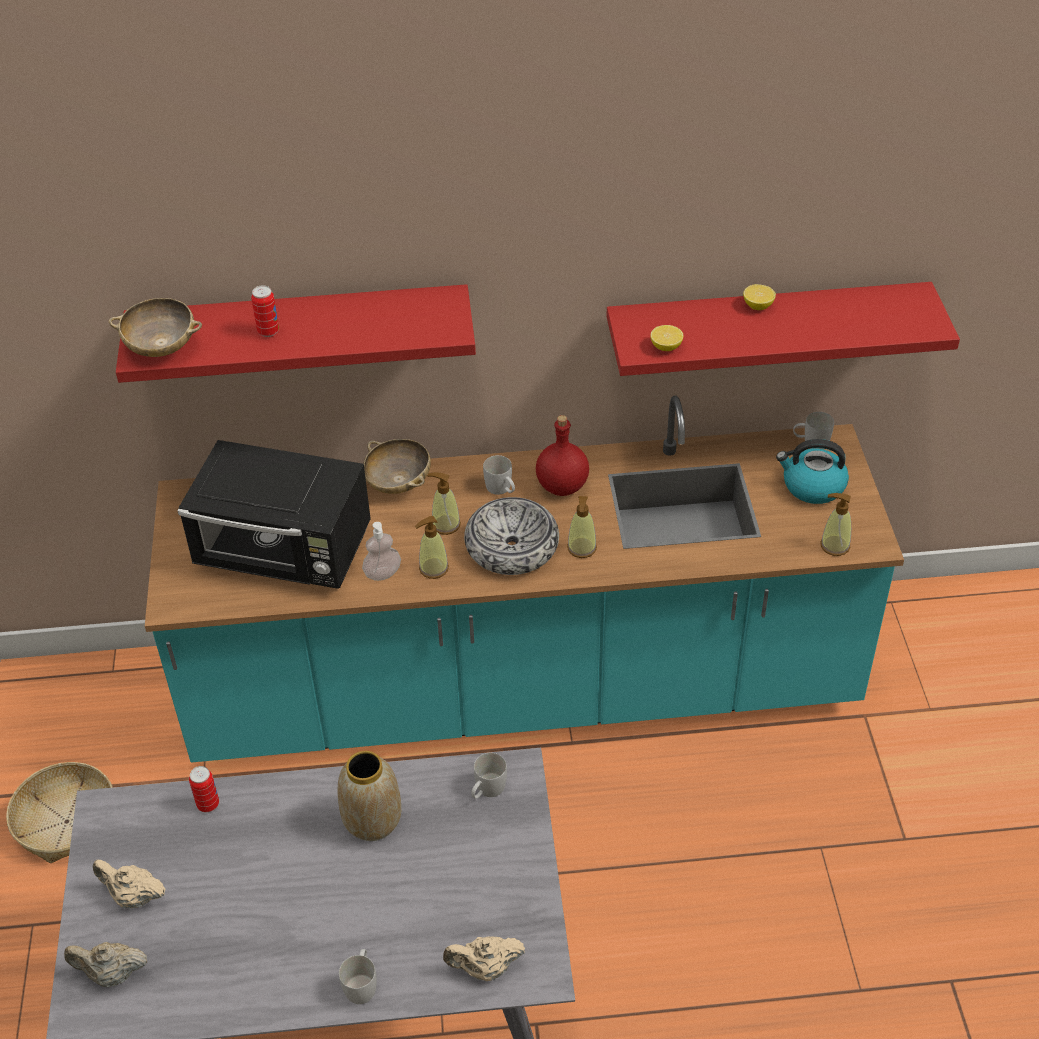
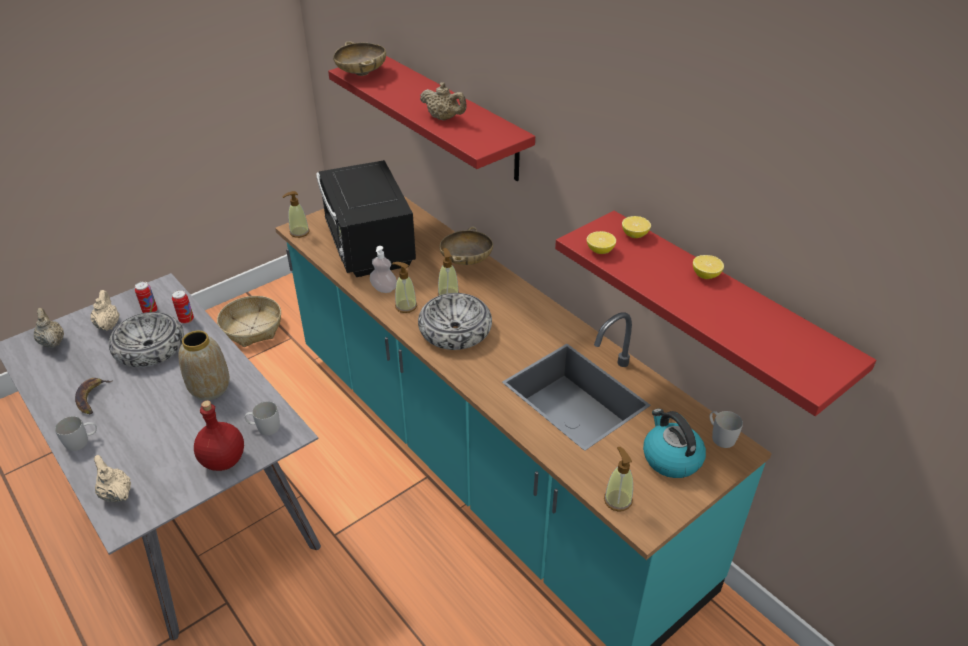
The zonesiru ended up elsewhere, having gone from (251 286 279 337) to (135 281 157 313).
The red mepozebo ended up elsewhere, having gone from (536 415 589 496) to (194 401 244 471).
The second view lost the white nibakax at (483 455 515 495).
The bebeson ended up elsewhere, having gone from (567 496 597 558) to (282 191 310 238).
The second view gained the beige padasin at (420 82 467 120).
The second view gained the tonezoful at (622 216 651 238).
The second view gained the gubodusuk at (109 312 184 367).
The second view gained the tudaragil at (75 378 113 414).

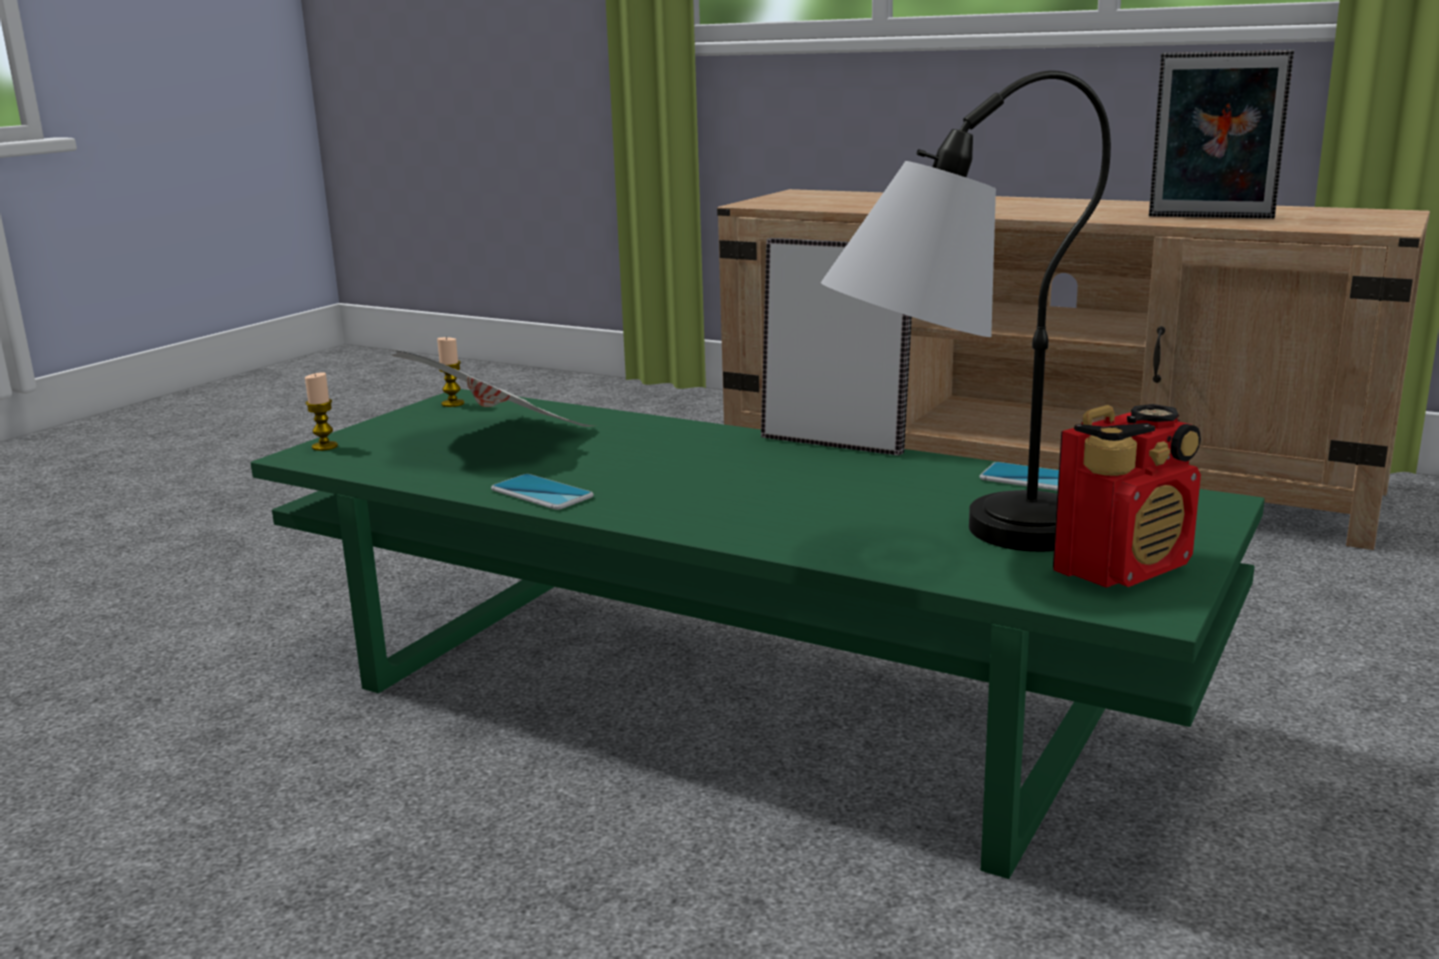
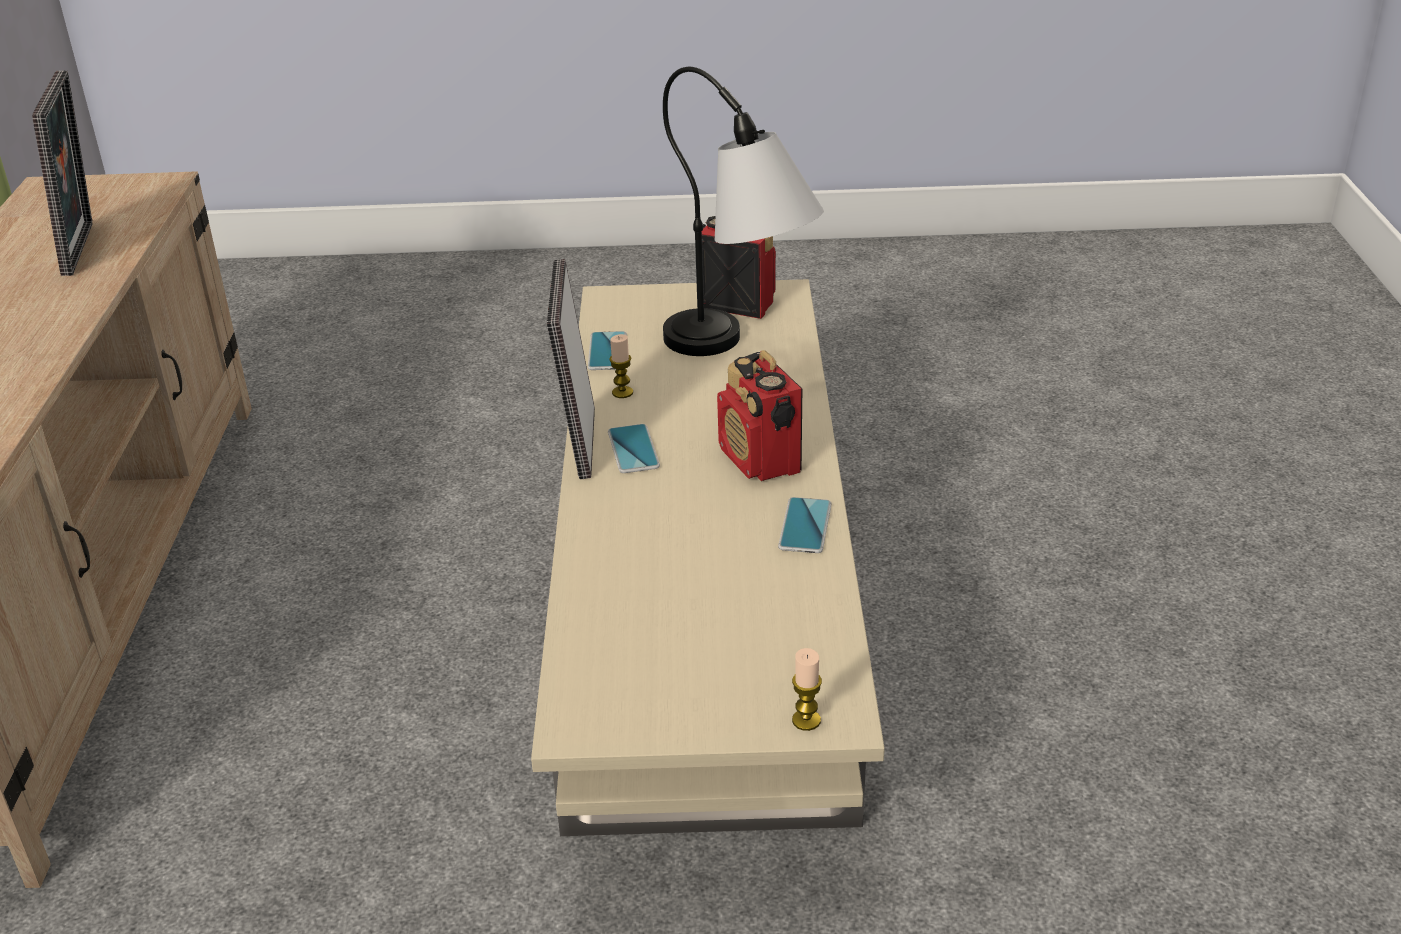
The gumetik ended up elsewhere, having gone from (437 337 464 407) to (609 334 633 398).
The second view lost the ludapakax at (388 350 592 427).
What was the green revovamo at (251 389 1265 879) turned into the beige revovamo at (531 279 885 836).
The second view gained the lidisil at (717 350 802 481).
The second view gained the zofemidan at (608 424 660 473).

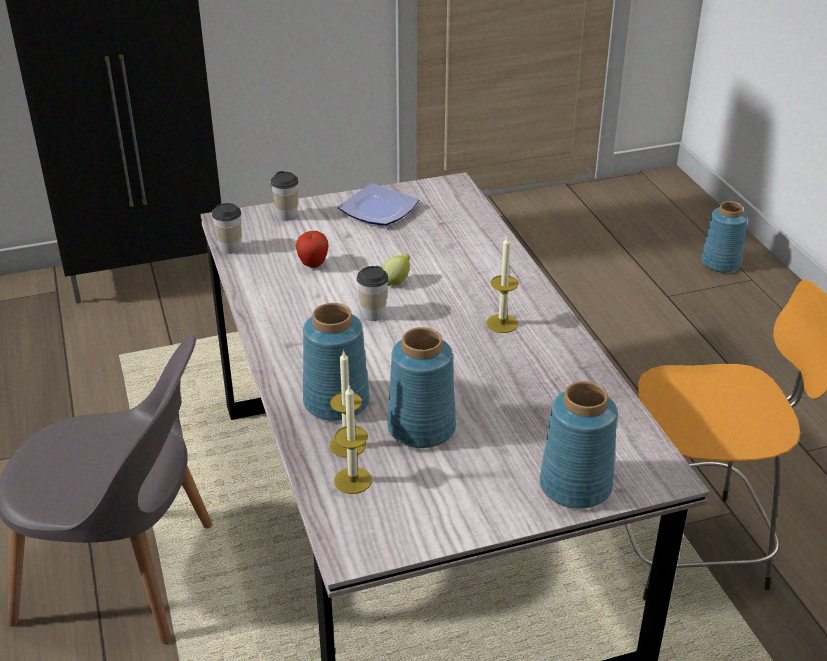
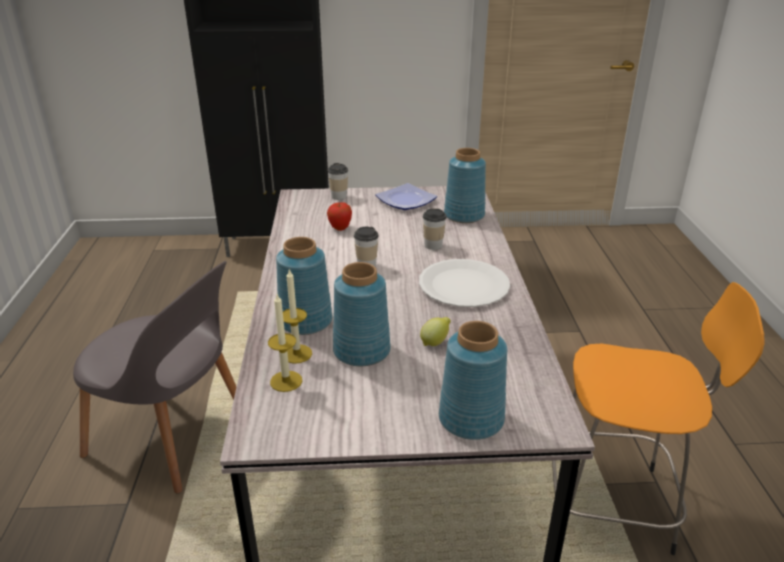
The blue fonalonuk ended up elsewhere, having gone from (701 201 748 273) to (444 148 486 223).
The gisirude ended up elsewhere, having gone from (212 203 242 254) to (423 208 446 250).
Where the gumetik stood at (486 235 519 333), the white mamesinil came to stand at (419 259 510 307).
The tonezoful ended up elsewhere, having gone from (383 254 410 286) to (420 317 451 346).

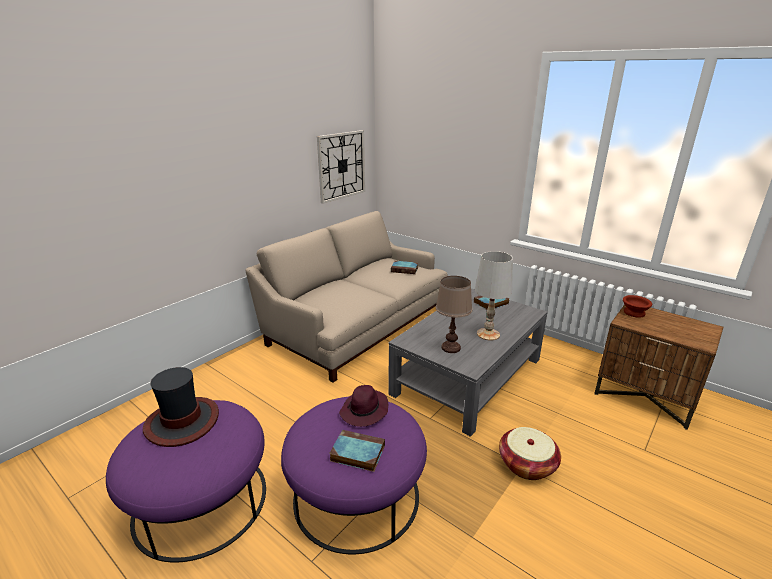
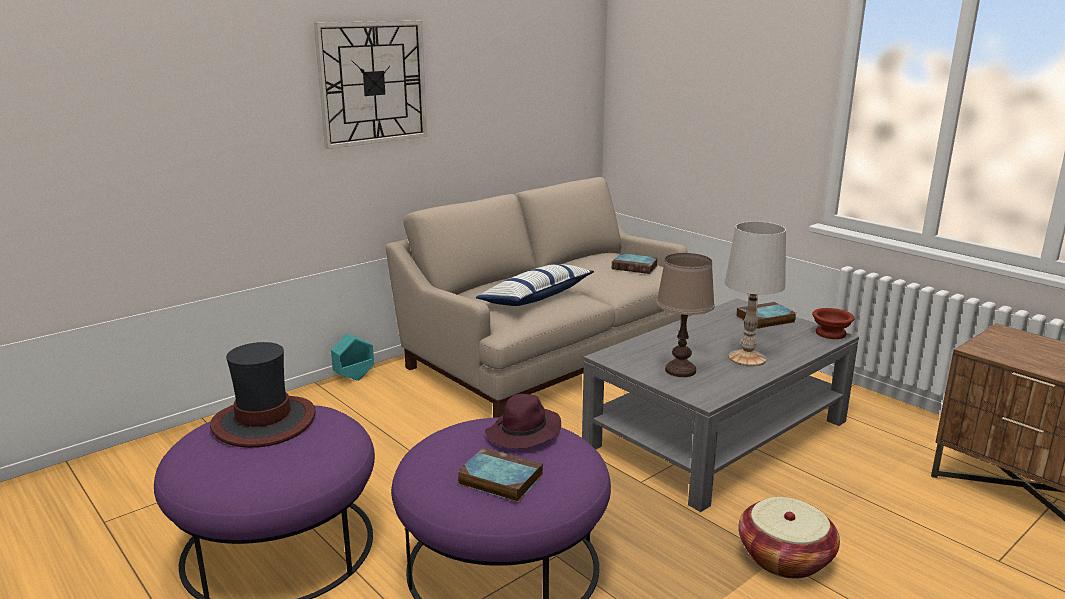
The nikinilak ended up elsewhere, having gone from (317 130 365 204) to (314 21 427 149).
The brown gubodusuk ended up elsewhere, having gone from (623 295 652 318) to (812 308 854 339).
The second view gained the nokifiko at (476 264 594 306).
The second view gained the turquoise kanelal at (331 334 374 381).

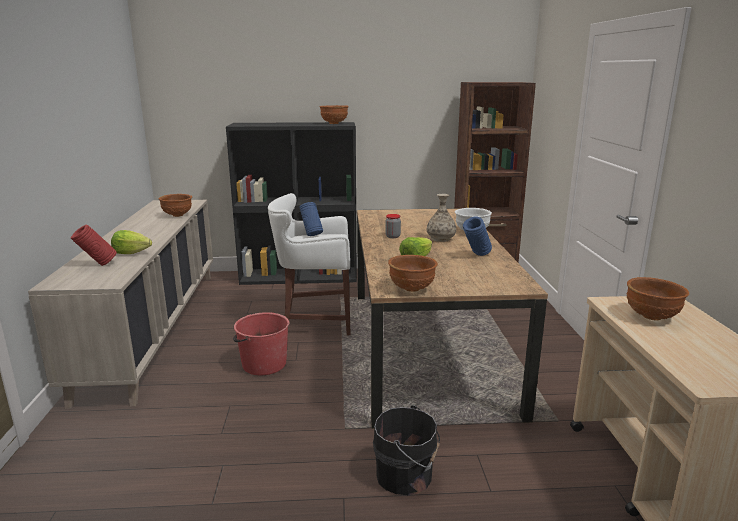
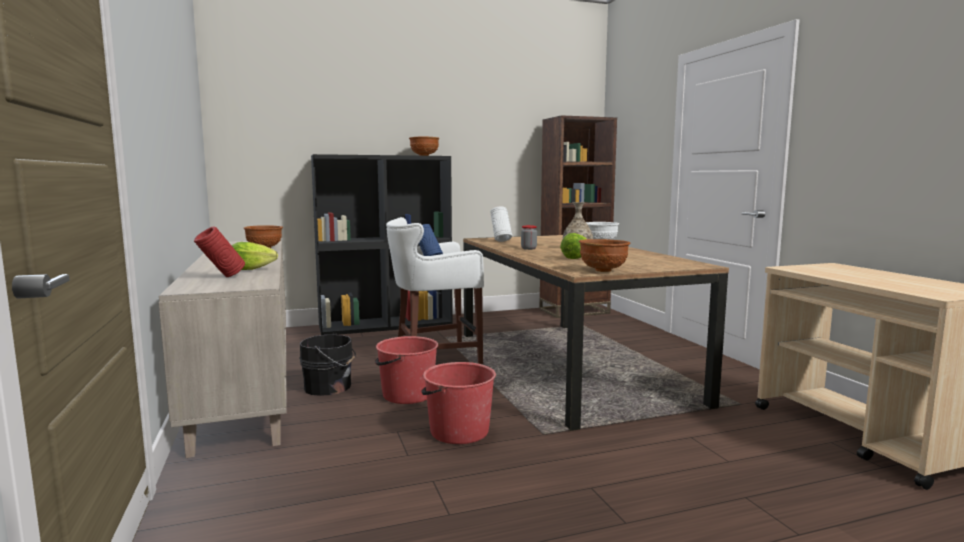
The second view lost the blue fonalonuk at (463 217 492 256).
The second view lost the brown gubodusuk at (627 277 689 320).
The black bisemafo ended up elsewhere, having gone from (373 405 440 495) to (299 332 356 396).
The second view gained the white fonalonuk at (490 207 512 242).
The second view gained the red bisemafo at (421 362 496 444).

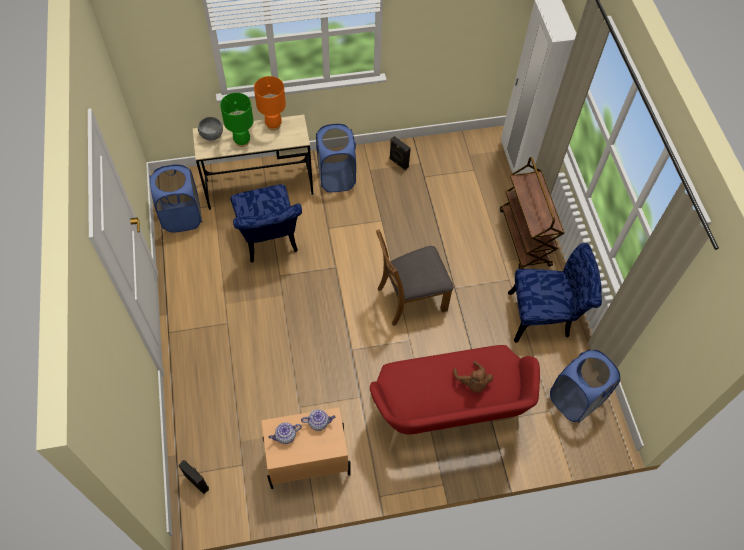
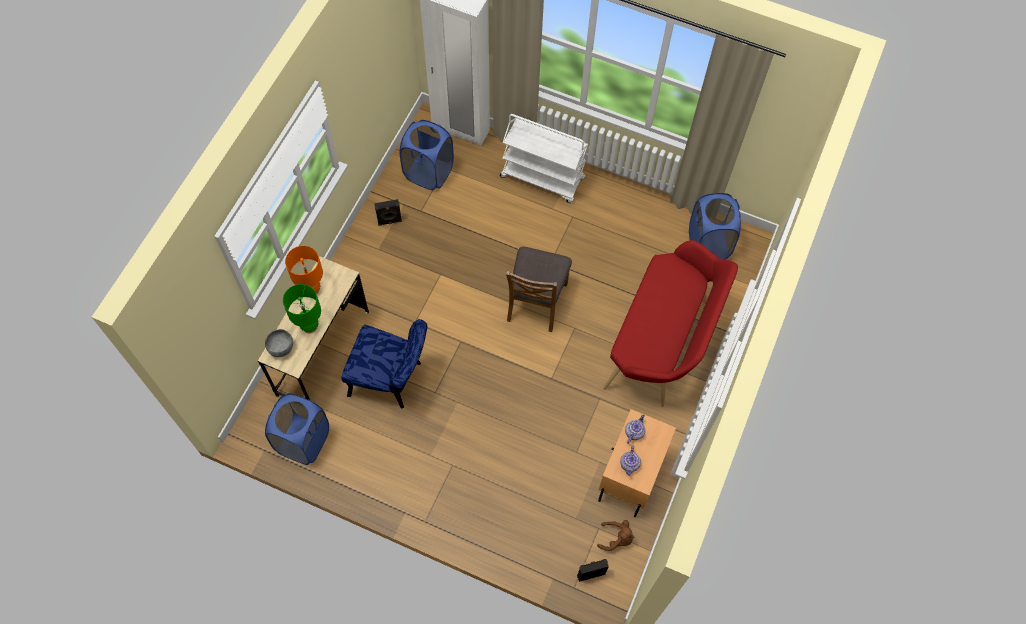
The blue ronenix ended up elsewhere, having gone from (316 124 356 192) to (399 120 454 190).
What was the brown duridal at (500 157 565 269) turned into the white duridal at (500 114 588 203).
The second view lost the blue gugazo at (508 243 602 343).
The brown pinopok ended up elsewhere, having gone from (453 361 493 393) to (597 520 634 551).

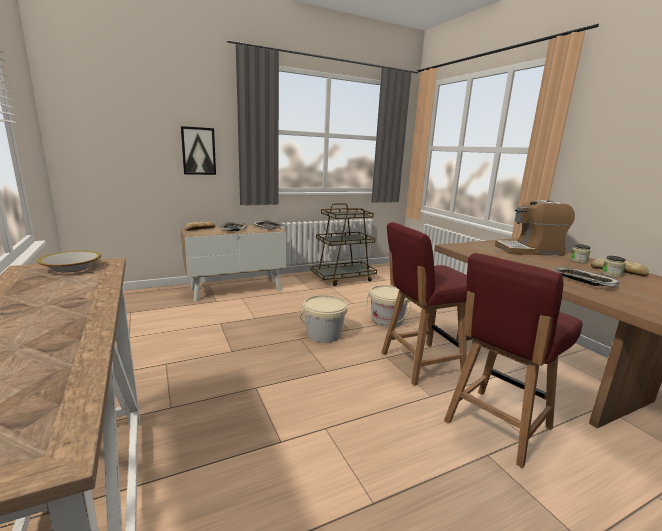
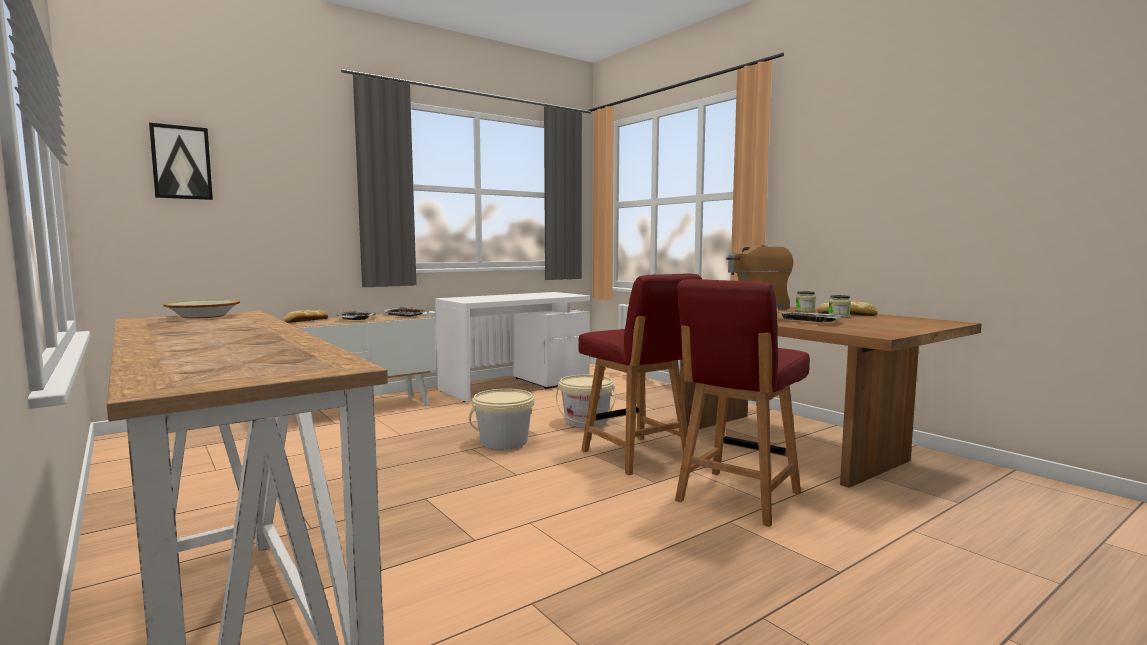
The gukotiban ended up elsewhere, having gone from (181 126 216 175) to (149 123 213 200).
Where the brown duridal stood at (310 203 377 286), the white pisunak came to stand at (435 292 590 402).
The red gugazo at (382 222 467 386) ended up facing another way, 90 degrees counterclockwise from before.

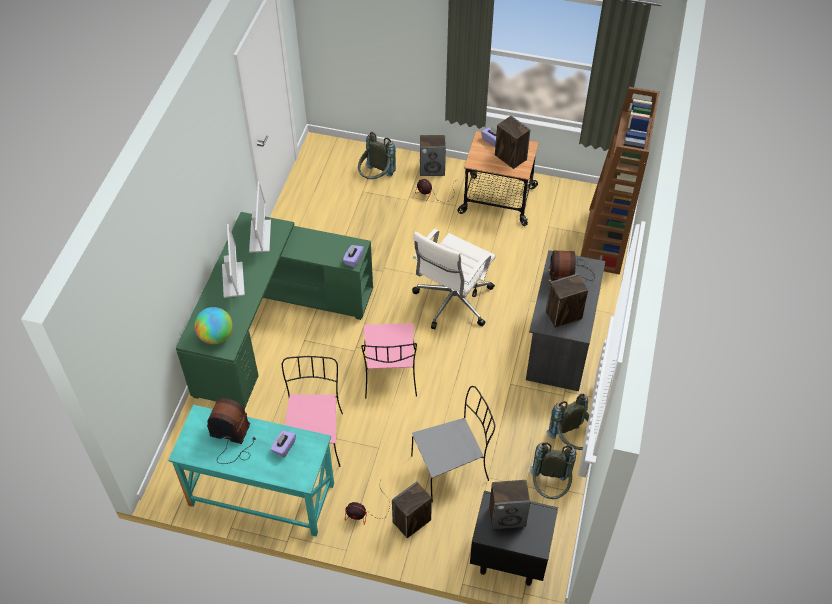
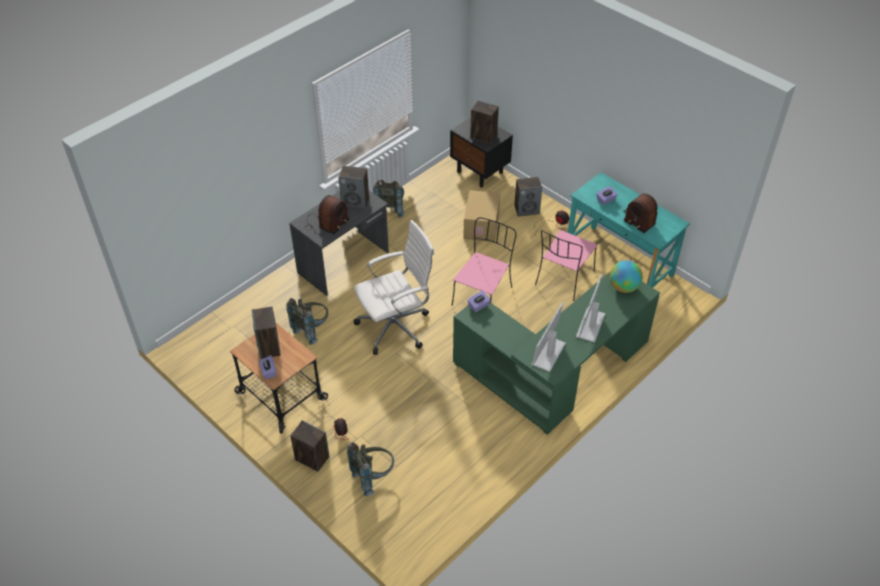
The second view lost the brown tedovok at (581 87 660 275).
Where the grey gugazo stood at (411 386 495 502), the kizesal came to stand at (463 190 500 242).
The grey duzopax ended up elsewhere, having gone from (530 442 577 499) to (286 298 328 345).

